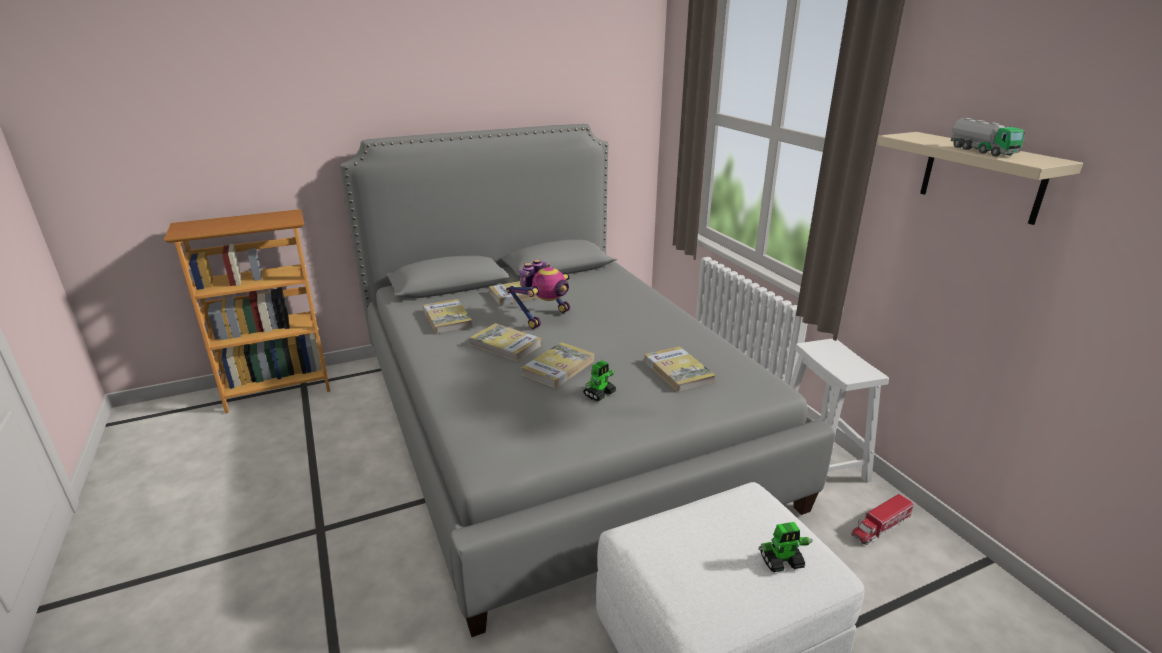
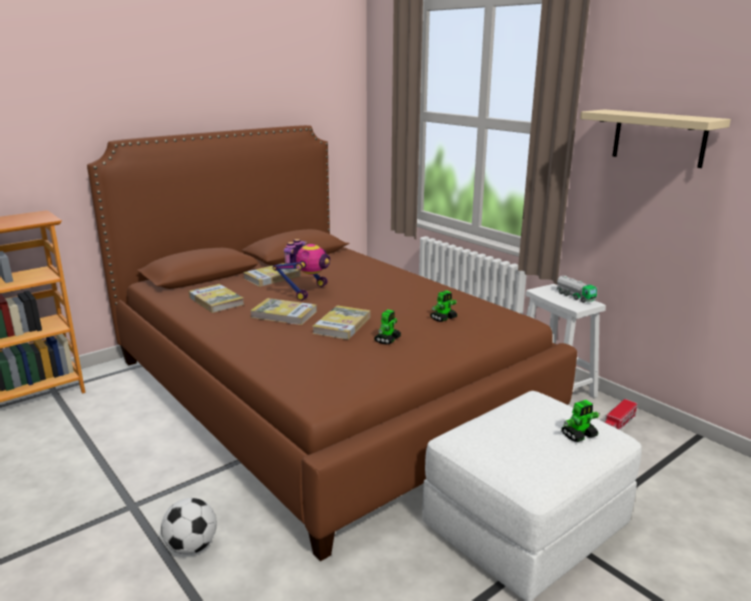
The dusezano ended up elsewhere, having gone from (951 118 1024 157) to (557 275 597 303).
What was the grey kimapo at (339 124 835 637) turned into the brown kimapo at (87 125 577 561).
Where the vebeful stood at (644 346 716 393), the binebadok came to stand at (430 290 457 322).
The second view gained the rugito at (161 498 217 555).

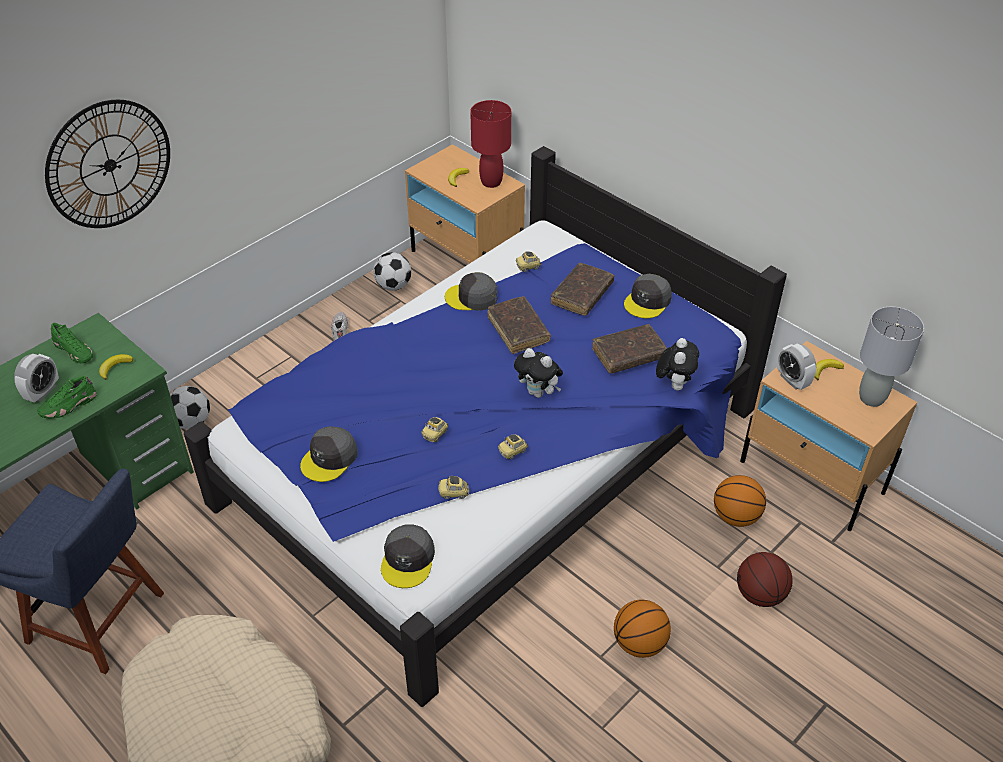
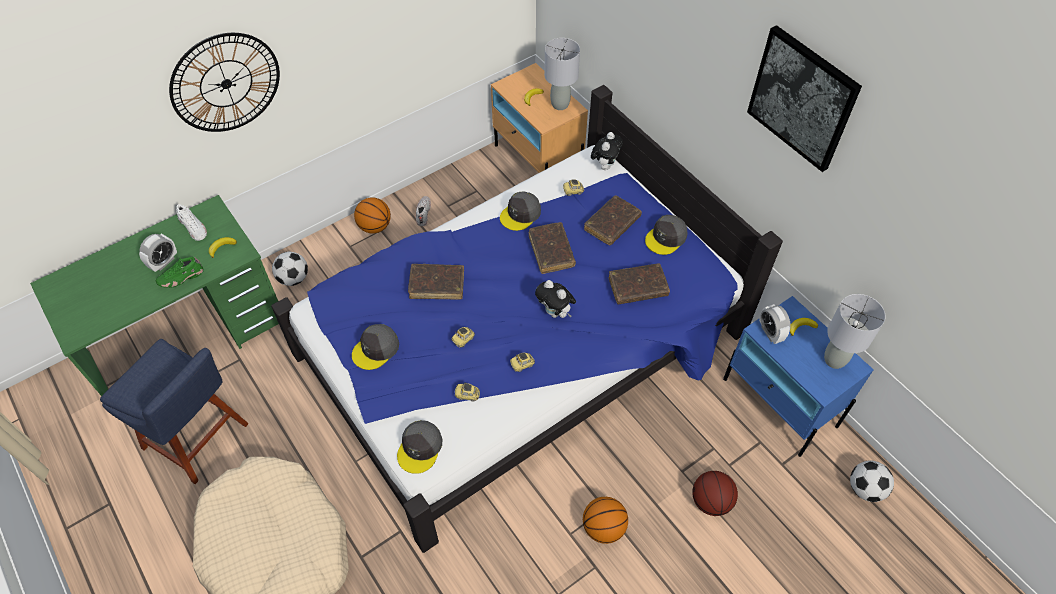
What was the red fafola at (470 100 511 188) turned into the grey fafola at (544 38 580 110).
The rugito ended up elsewhere, having gone from (373 252 411 291) to (850 460 894 502).
The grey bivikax at (445 272 497 311) ended up facing another way, 60 degrees counterclockwise from before.
What was the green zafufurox at (51 323 93 363) turned into the white zafufurox at (176 204 207 241).
The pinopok ended up elsewhere, having gone from (656 338 699 391) to (591 132 623 170).
What was the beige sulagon at (740 341 917 531) turned into the blue sulagon at (723 296 874 457).
The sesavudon ended up elsewhere, having gone from (714 475 766 527) to (354 197 391 233).
The second view gained the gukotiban at (747 25 862 172).
The second view gained the brown vebeful at (408 264 464 300).

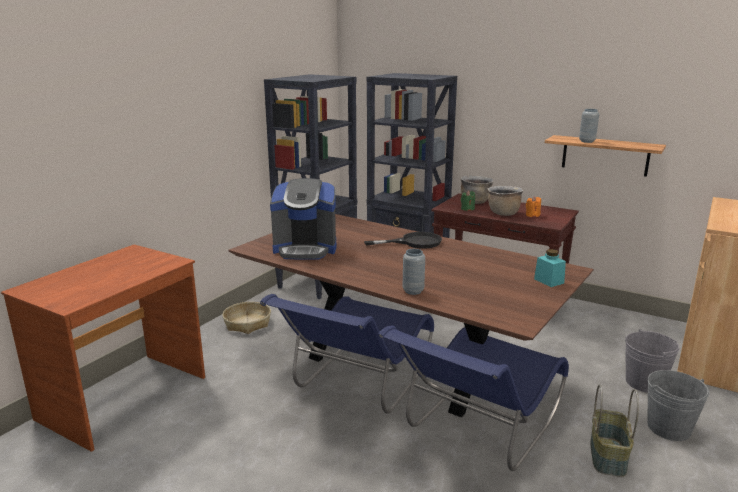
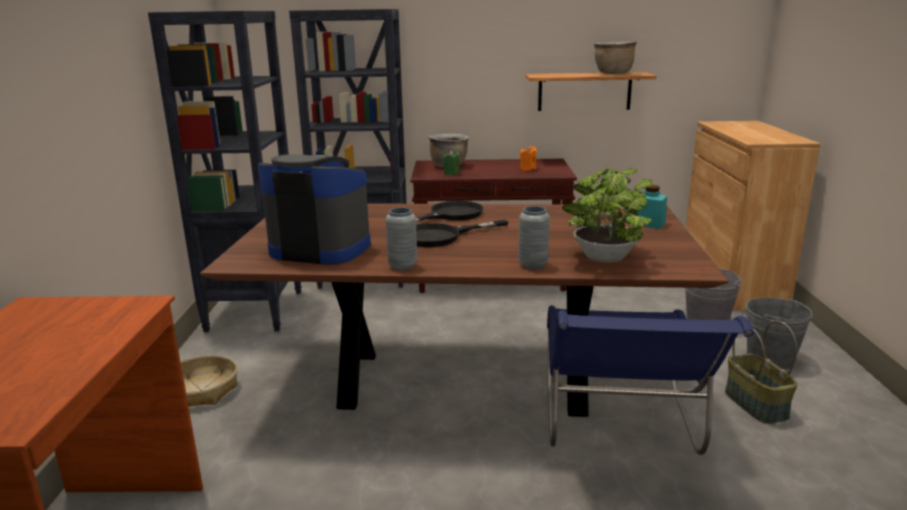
The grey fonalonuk ended up elsewhere, having gone from (579 109 599 143) to (385 207 417 271).
The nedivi at (270 178 336 260) ended up facing another way, 135 degrees counterclockwise from before.
The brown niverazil ended up elsewhere, having gone from (487 186 523 216) to (594 41 637 74).
The second view lost the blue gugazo at (260 294 434 414).
The second view gained the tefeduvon at (562 166 653 263).
The second view gained the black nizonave at (416 220 509 247).

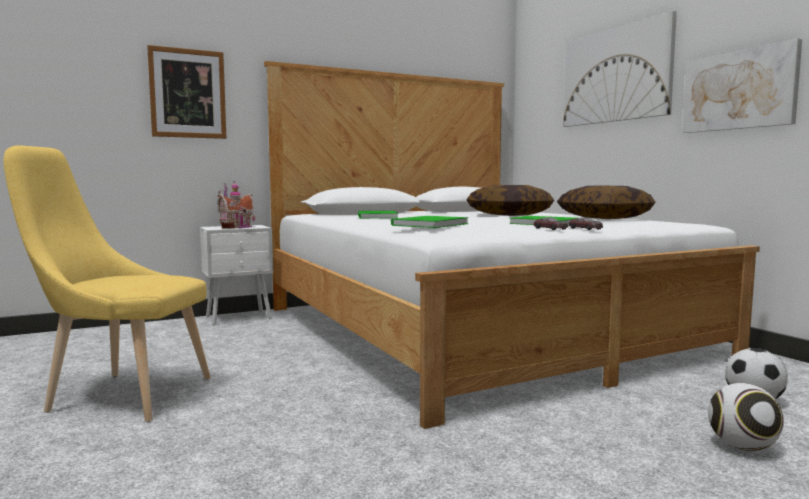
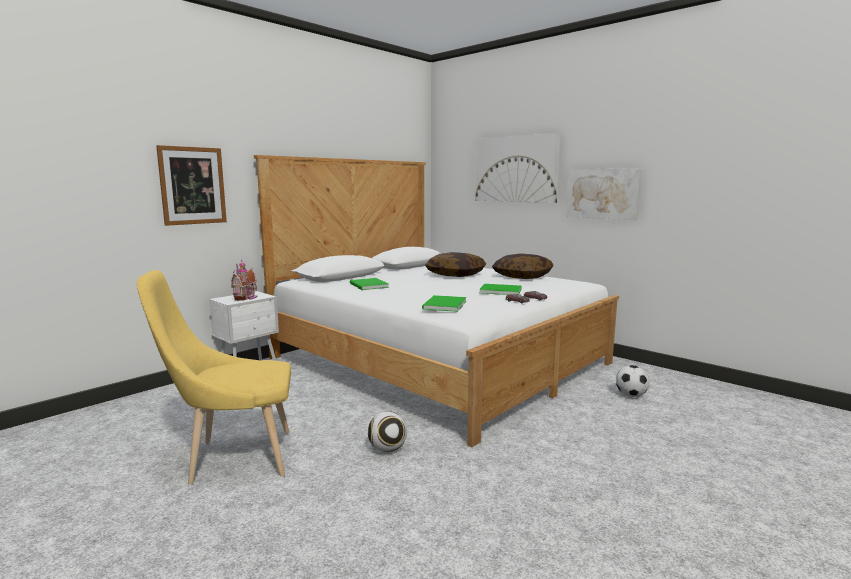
The rugito ended up elsewhere, having gone from (708 383 784 451) to (368 411 407 452).

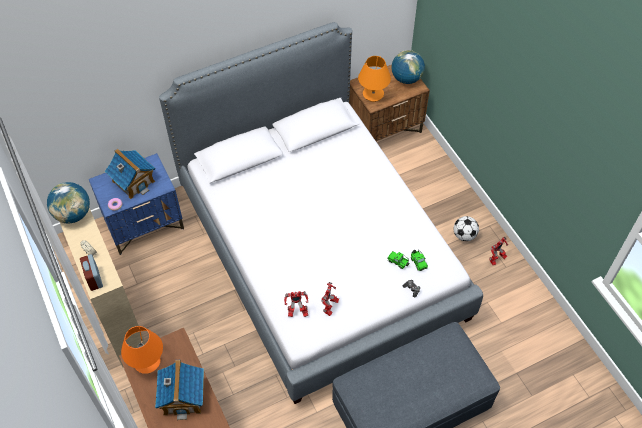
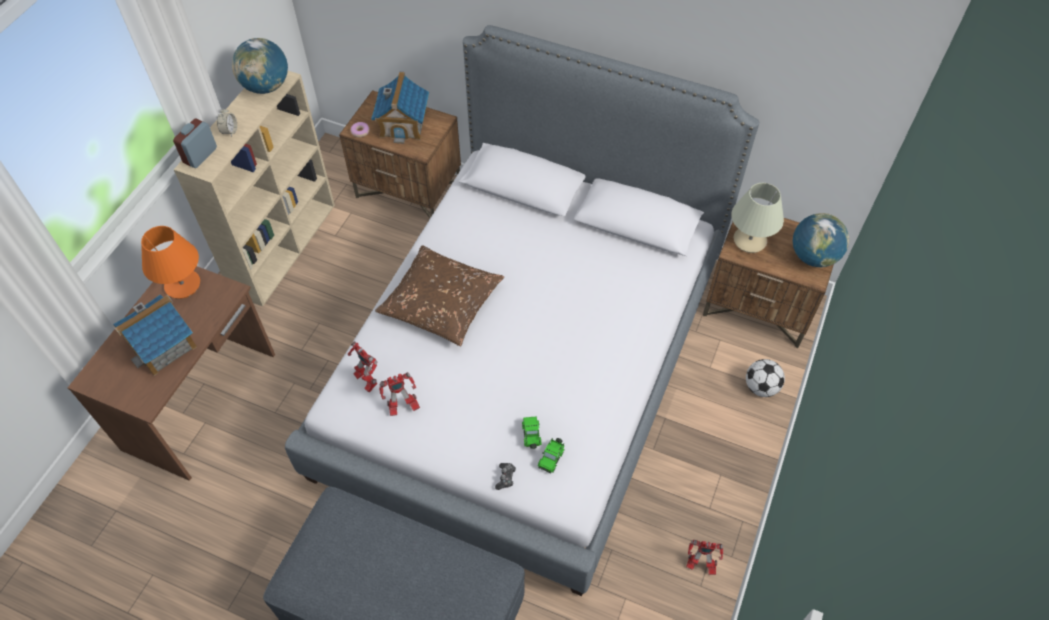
What was the orange fafola at (358 56 391 102) turned into the beige fafola at (731 183 784 253).
What was the blue sulagon at (89 153 184 255) turned into the brown sulagon at (339 90 461 218).
The rugito ended up elsewhere, having gone from (454 216 479 241) to (746 359 785 397).
The second view gained the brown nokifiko at (375 245 504 346).

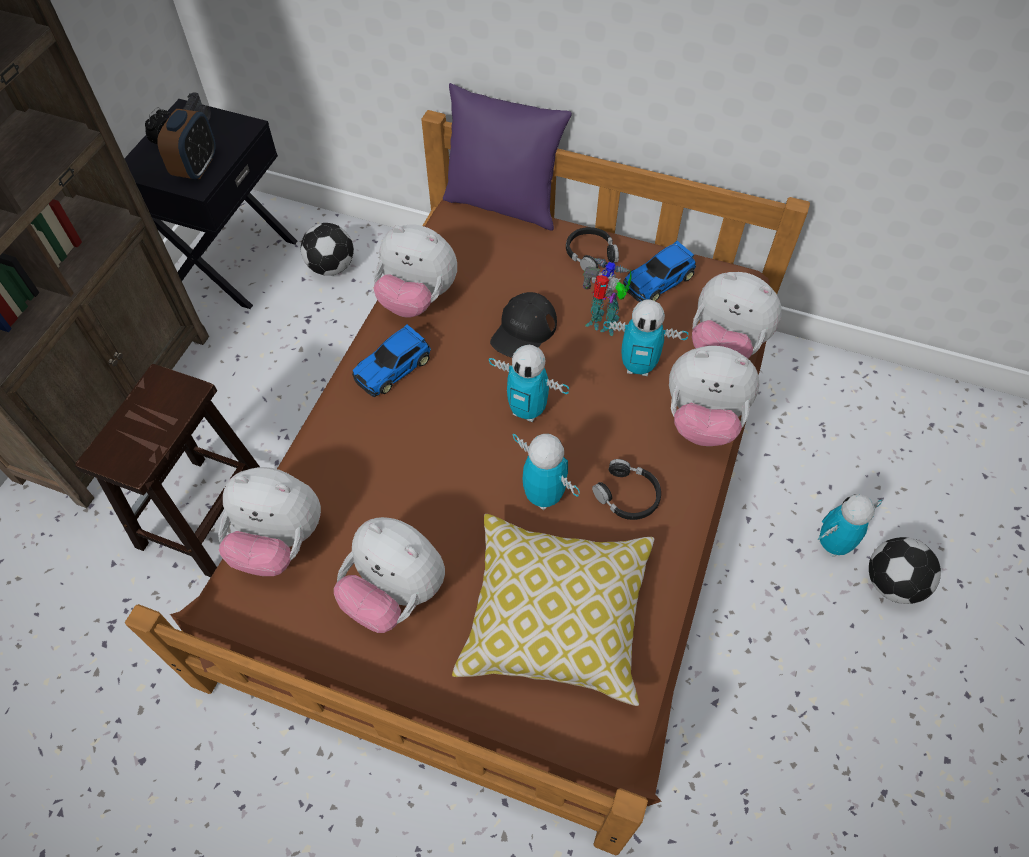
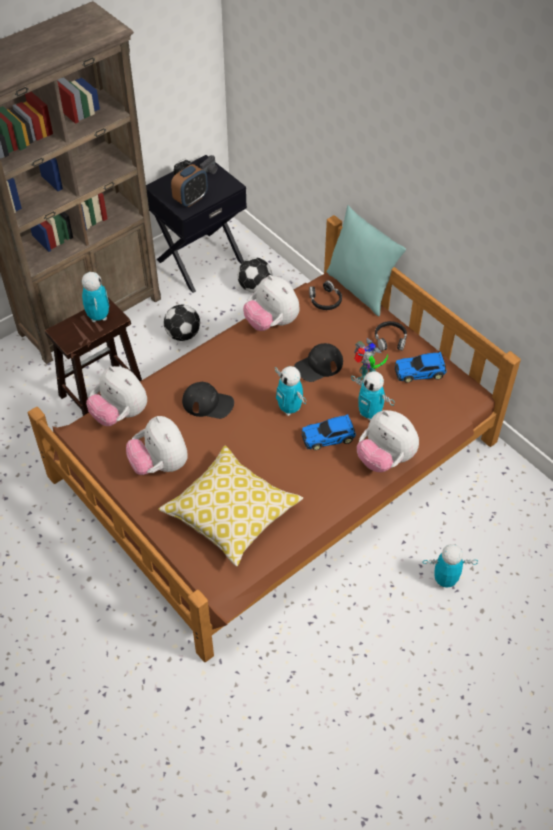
What was the purple nokifiko at (443 83 572 231) turned into the turquoise nokifiko at (327 205 406 316).
The second view lost the pinopok at (692 272 782 359).
The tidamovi ended up elsewhere, having gone from (352 324 431 397) to (302 414 356 450).
The binebadok ended up elsewhere, having gone from (512 434 580 510) to (82 272 109 322).
The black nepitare ended up elsewhere, having gone from (592 459 661 520) to (309 280 342 310).
The rugito ended up elsewhere, having gone from (869 537 941 604) to (164 305 200 341).
The second view gained the black bivikax at (182 382 234 419).

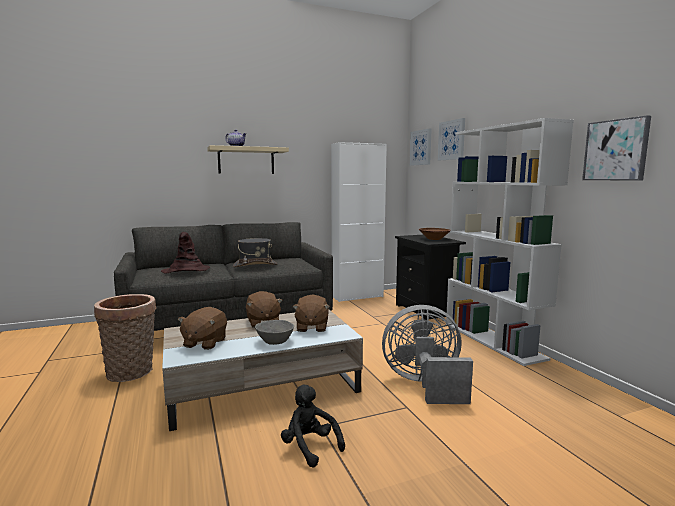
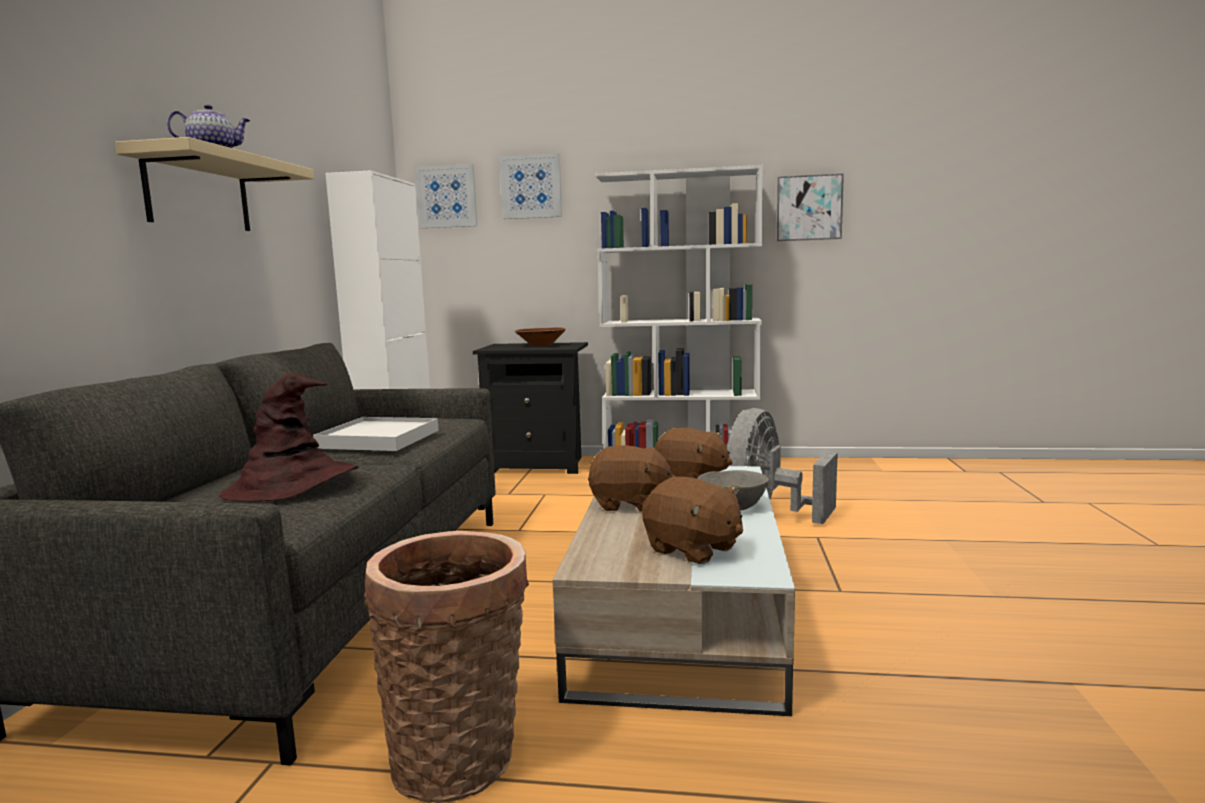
Where the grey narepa stood at (233 238 278 267), the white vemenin came to stand at (313 417 439 451).
The second view lost the black pinopok at (281 385 345 468).

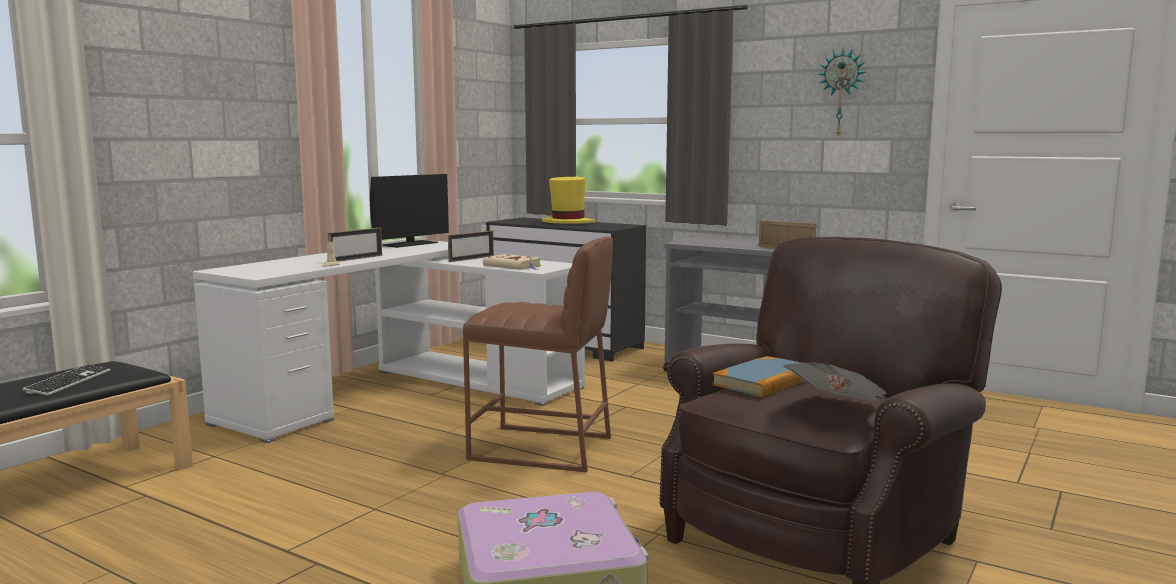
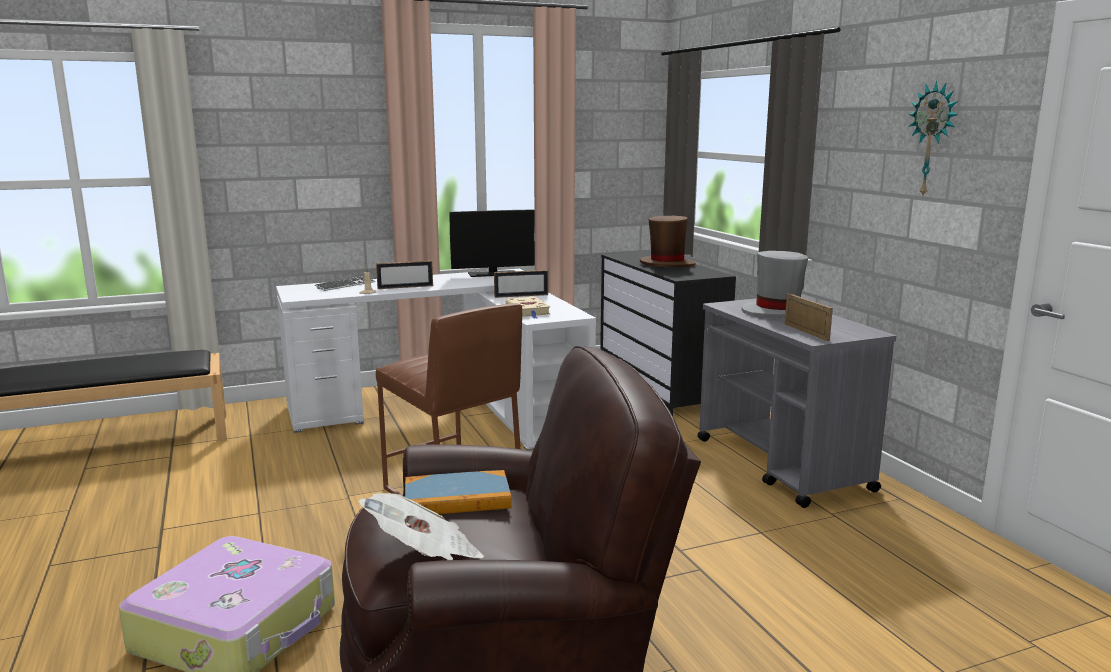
What was the yellow narepa at (542 177 595 223) turned into the brown narepa at (640 216 696 267).
The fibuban ended up elsewhere, having gone from (23 364 111 396) to (315 276 375 291).
The second view gained the grey narepa at (742 251 809 318).

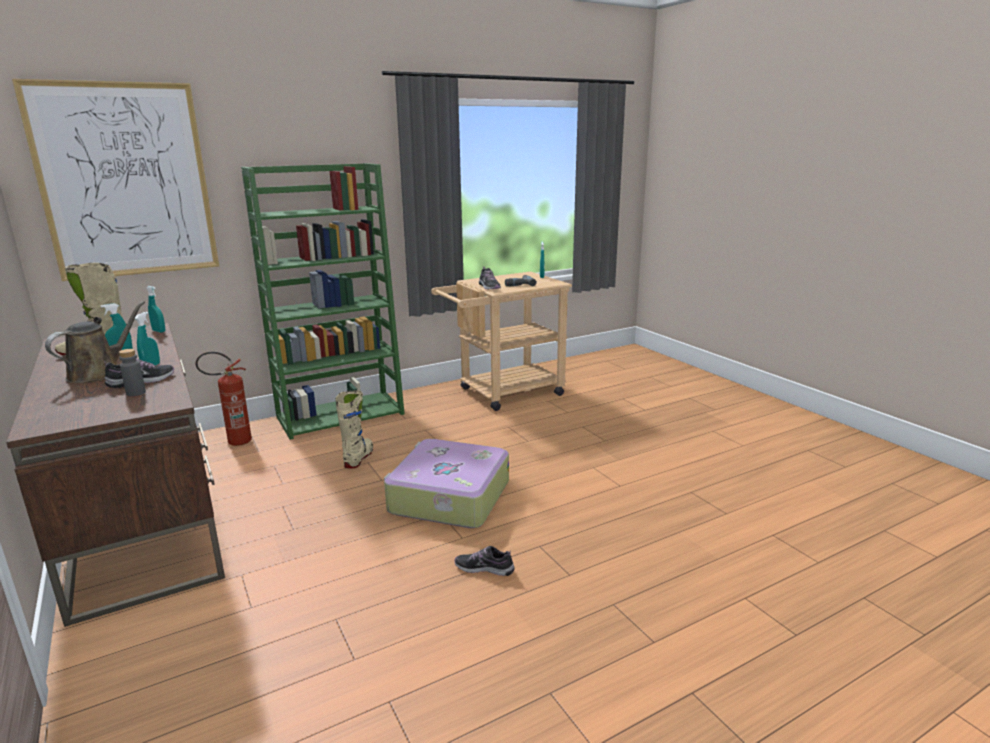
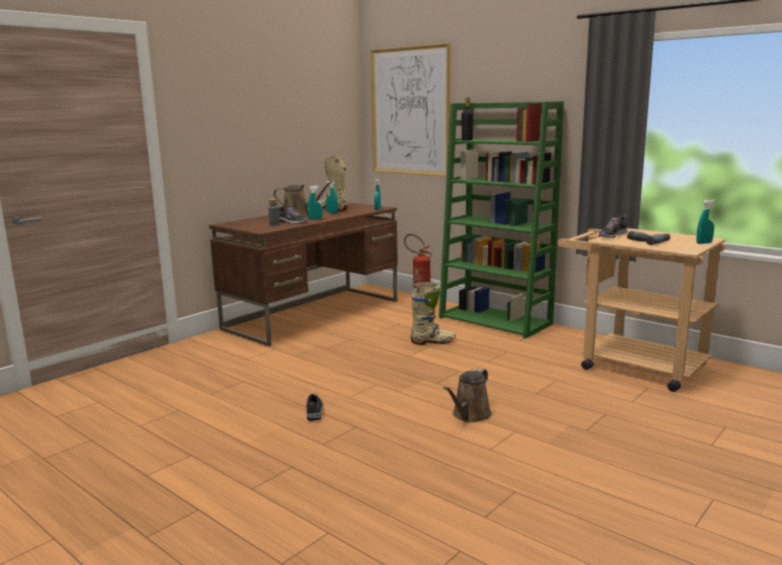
The second view lost the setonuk at (384 439 509 528).
The second view gained the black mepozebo at (462 98 474 141).
The second view gained the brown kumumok at (444 368 492 423).

